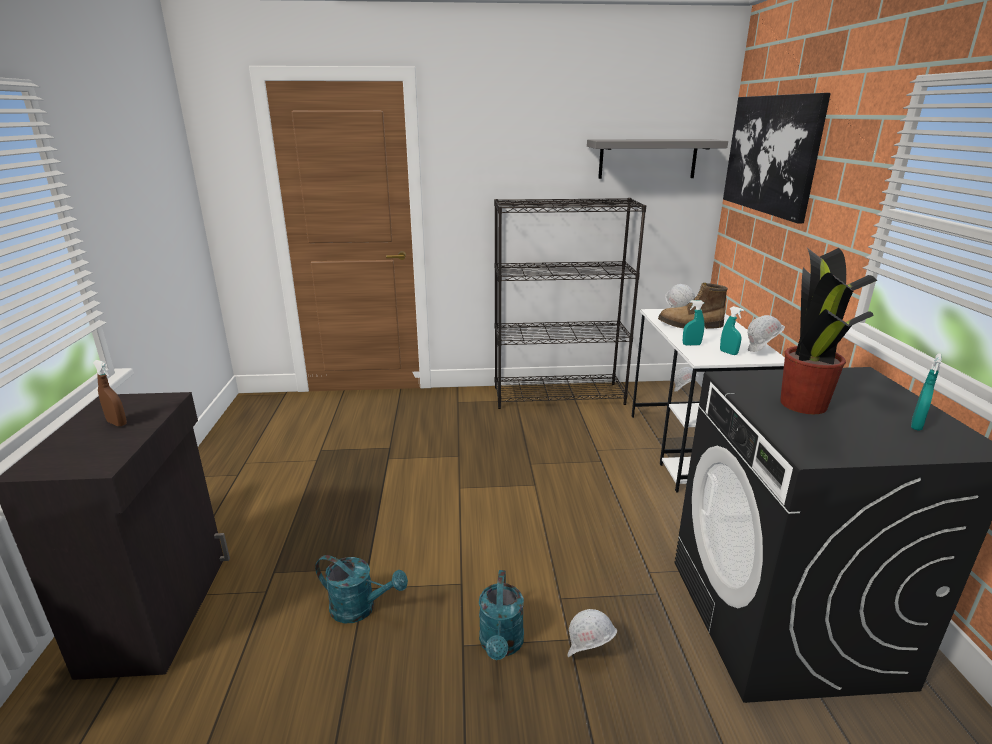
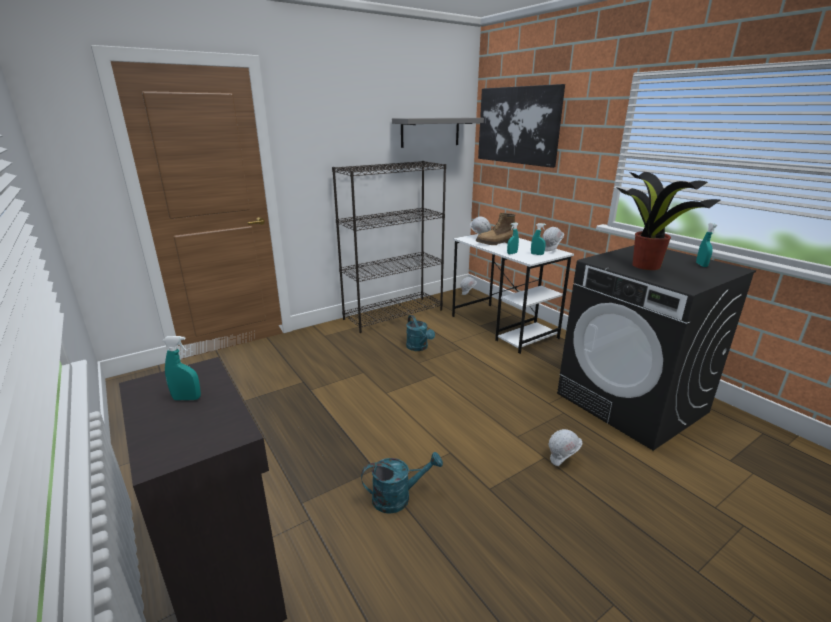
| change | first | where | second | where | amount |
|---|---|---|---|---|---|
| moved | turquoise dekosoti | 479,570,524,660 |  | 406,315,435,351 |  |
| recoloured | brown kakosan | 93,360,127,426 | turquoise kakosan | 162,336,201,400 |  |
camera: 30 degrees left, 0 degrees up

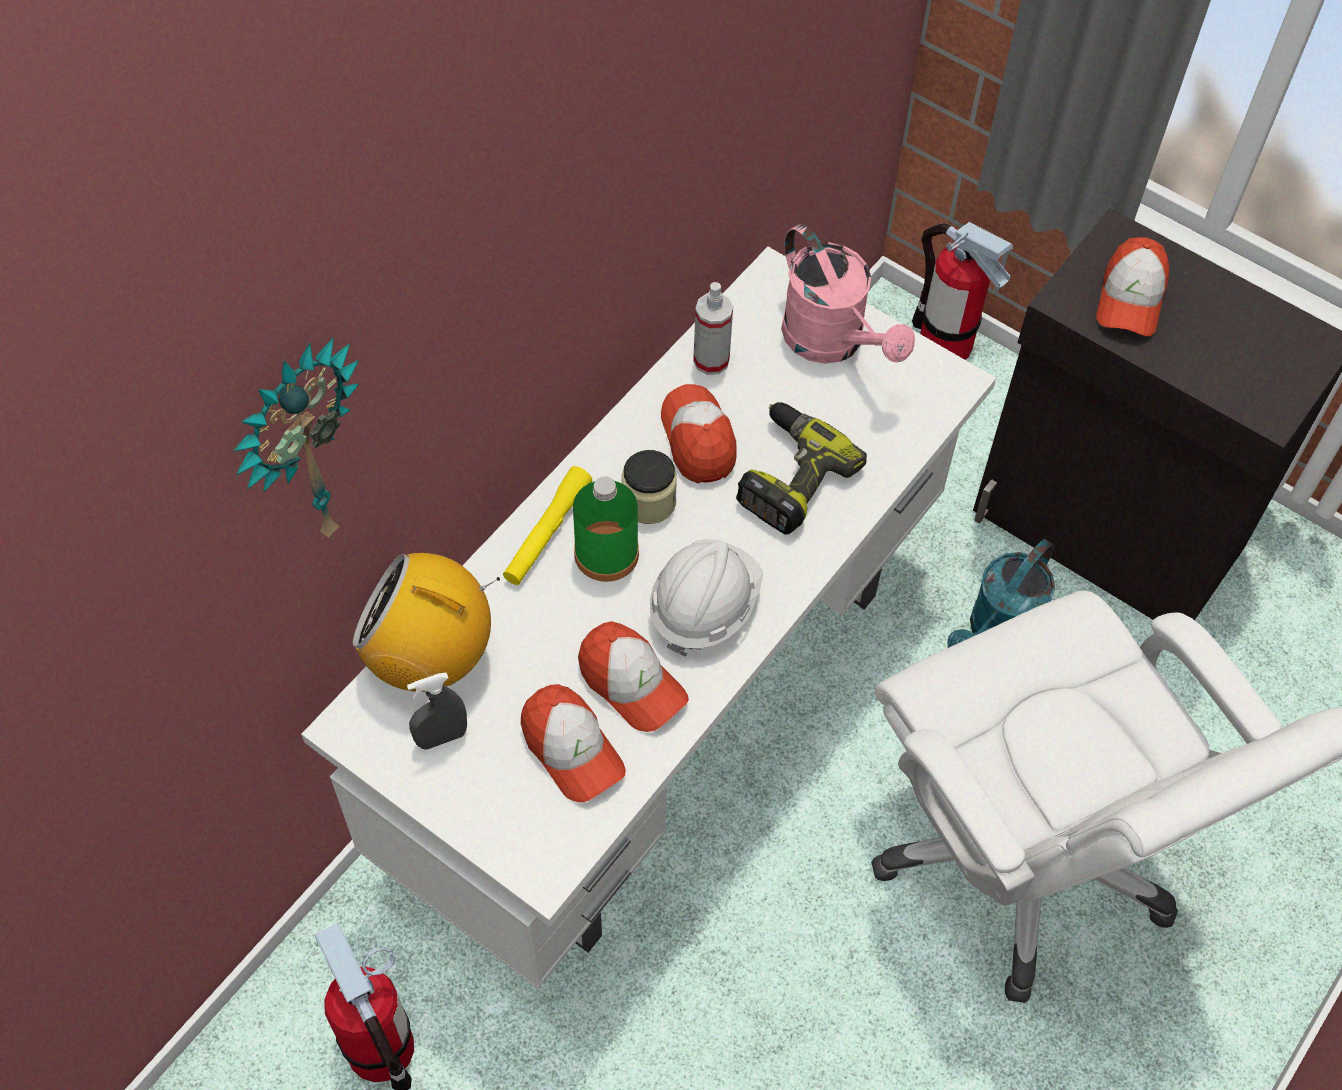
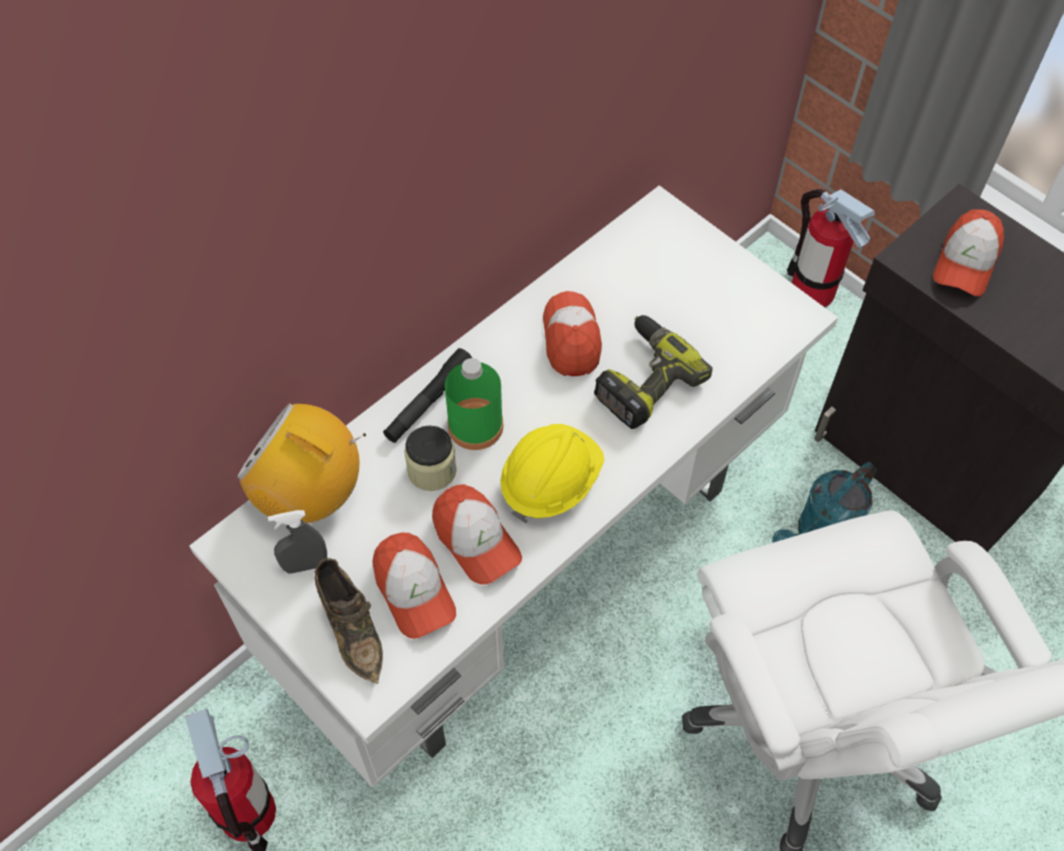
| change | first | where | second | where | amount |
|---|---|---|---|---|---|
| removed | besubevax | 233,337,359,539 |  |  |  |
| removed | kakosan | 693,282,733,375 |  |  |  |
| removed | pink dekosoti | 781,224,915,364 |  |  |  |
| added |  |  | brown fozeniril | 315,558,383,684 |  |
| moved | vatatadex | 621,450,677,524 |  | 404,425,457,491 |  |
| recoloured | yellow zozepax | 503,466,592,585 | black zozepax | 383,348,472,443 |  |
| recoloured | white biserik | 650,539,763,657 | yellow biserik | 500,424,604,523 |  |
camera: 10 degrees right, 0 degrees up

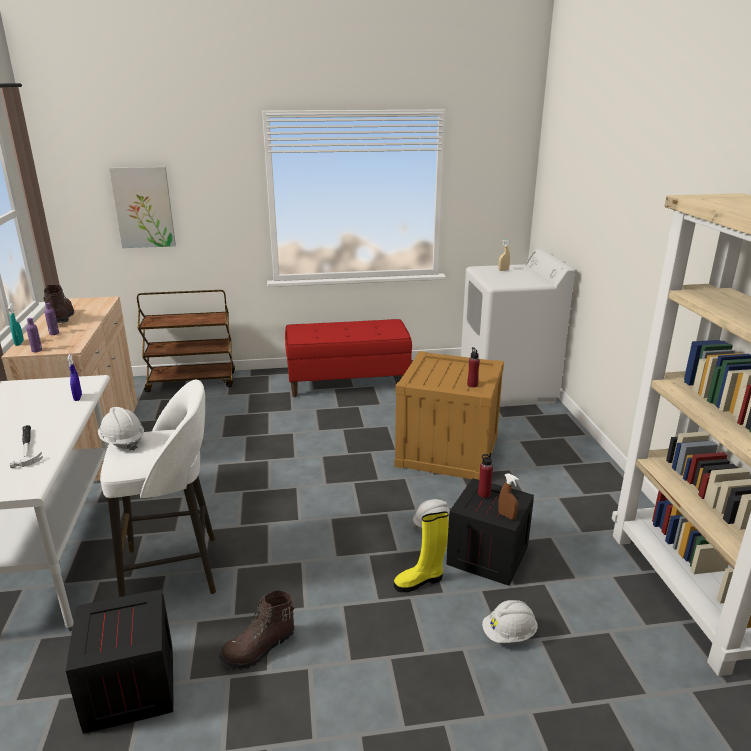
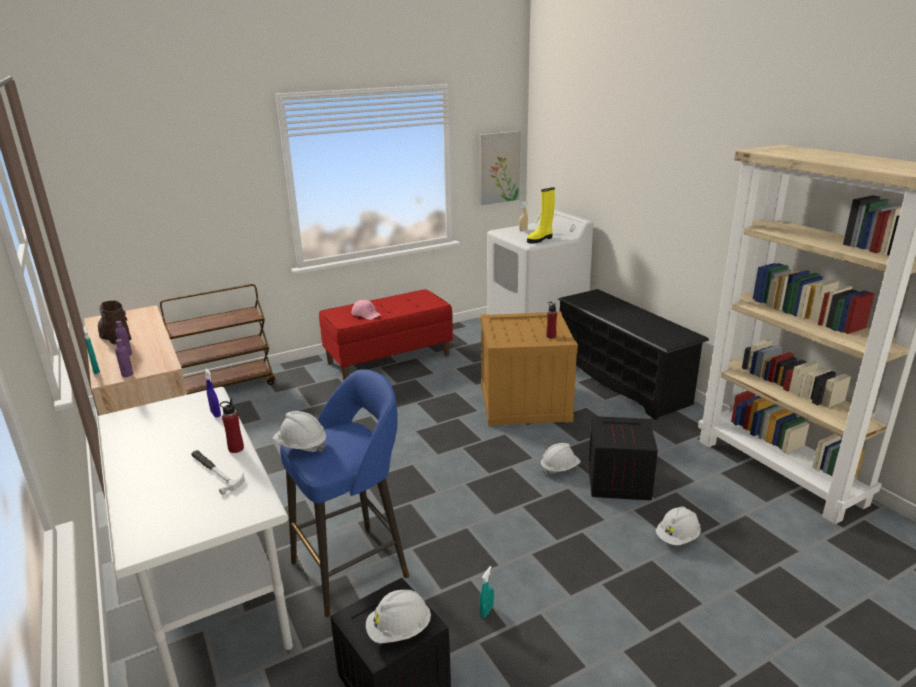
| change | first | where | second | where | amount |
|---|---|---|---|---|---|
| removed | brown kakosan | 498,473,519,520 |  |  |  |
| added |  |  | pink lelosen | 351,300,381,320 |  |
| added |  |  | white biserik | 366,590,431,644 |  |
| added |  |  | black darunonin | 558,289,709,420 |  |
| moved | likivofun | 109,167,176,248 |  | 479,131,520,205 |  |
| moved | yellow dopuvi | 394,511,448,592 |  | 527,187,555,244 |  |
| moved | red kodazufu | 478,453,493,498 |  | 220,399,244,453 |  |
| replaced | brown dopuvi | 219,590,295,670 | turquoise kakosan | 479,566,494,617 |  |
| recoloured | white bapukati | 100,379,216,597 | blue bapukati | 280,369,409,617 |  |
camera: 20 degrees left, 0 degrees up

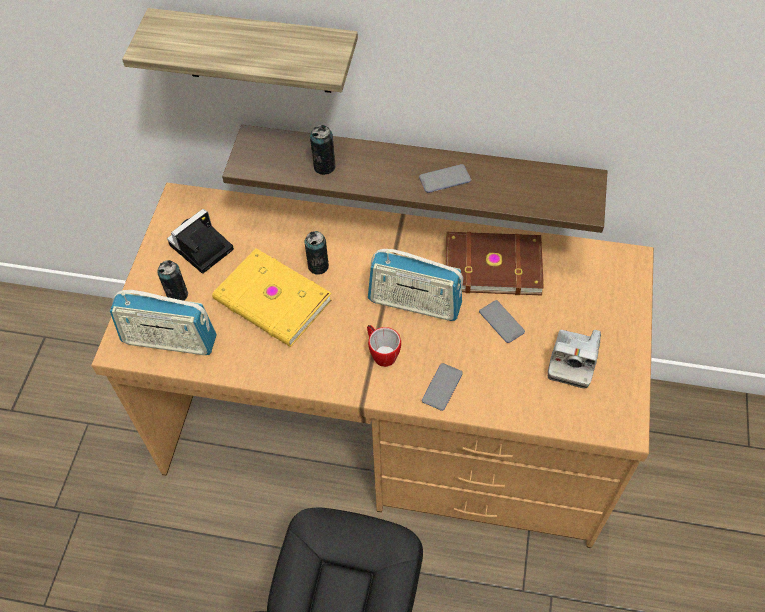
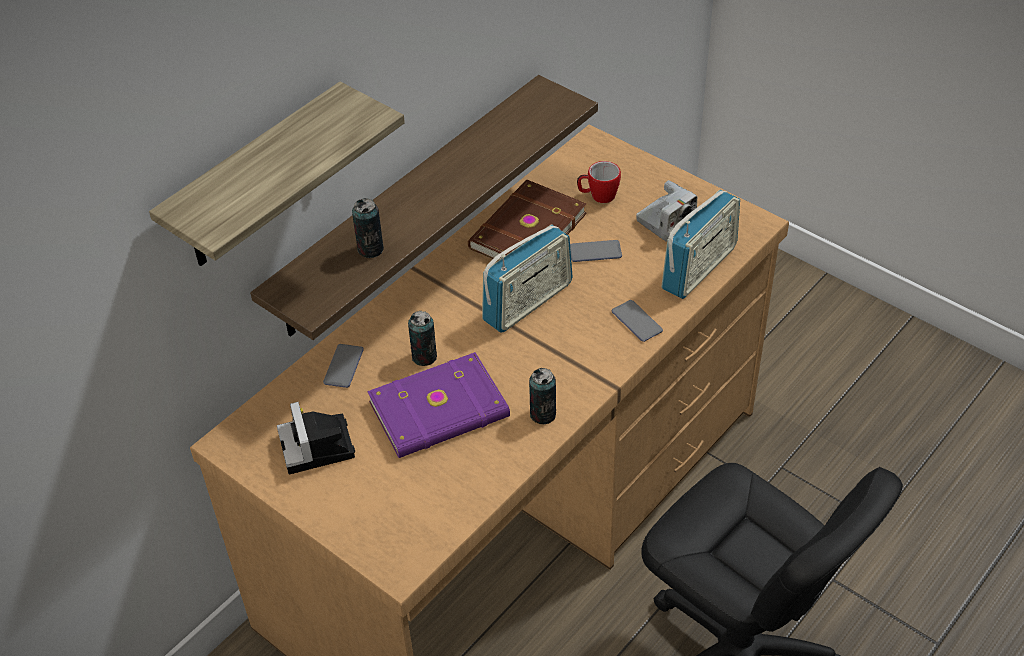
| change | first | where | second | where | amount |
|---|---|---|---|---|---|
| moved | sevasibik | 110,290,217,355 |  | 661,189,740,299 |  |
| moved | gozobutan | 157,260,188,301 |  | 529,368,556,424 |  |
| moved | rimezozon | 367,325,401,367 |  | 577,161,621,203 |  |
| moved | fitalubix | 419,164,471,193 |  | 323,344,364,388 |  |
| recoloured | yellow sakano | 212,248,332,347 | purple sakano | 367,352,510,458 |  |
camera: 60 degrees left, 10 degrees down

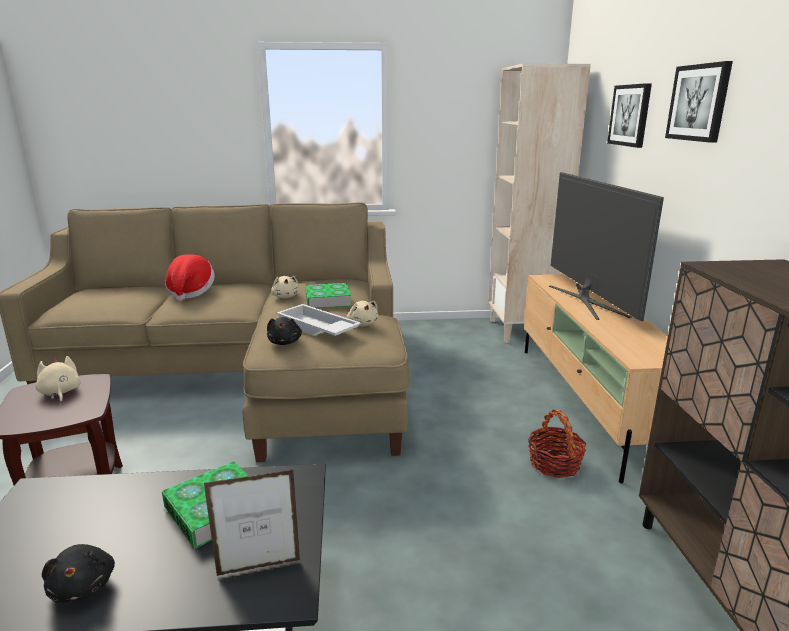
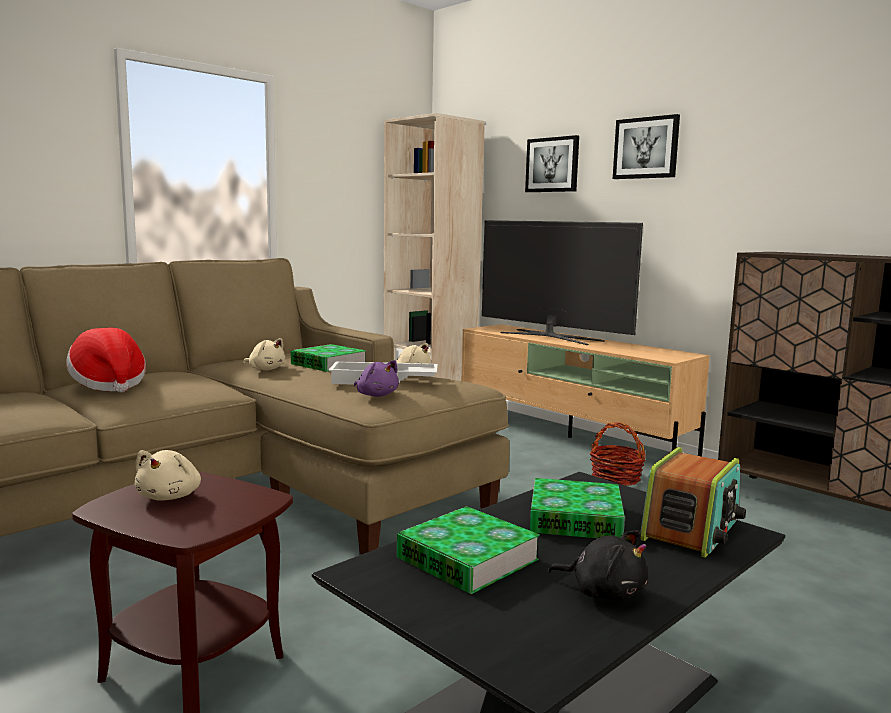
| change | first | where | second | where | amount |
|---|---|---|---|---|---|
| added |  |  | sakano | 397,506,540,594 |  |
| replaced | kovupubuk | 204,469,300,576 | sevasibik | 640,447,746,558 |  |
| recoloured | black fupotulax | 267,317,302,345 | purple fupotulax | 354,360,399,397 |  |
| turned | beige fupotulax | 35,356,81,403 |  | 135,450,201,500 | 105 degrees counterclockwise |
camera: 40 degrees left, 10 degrees down

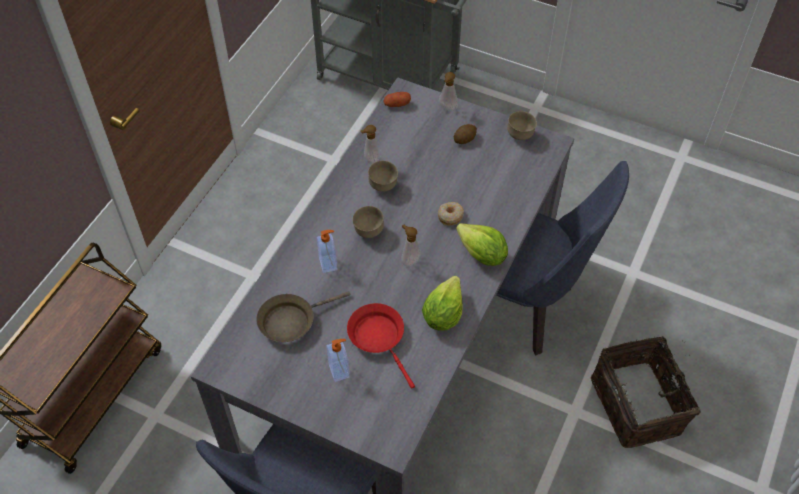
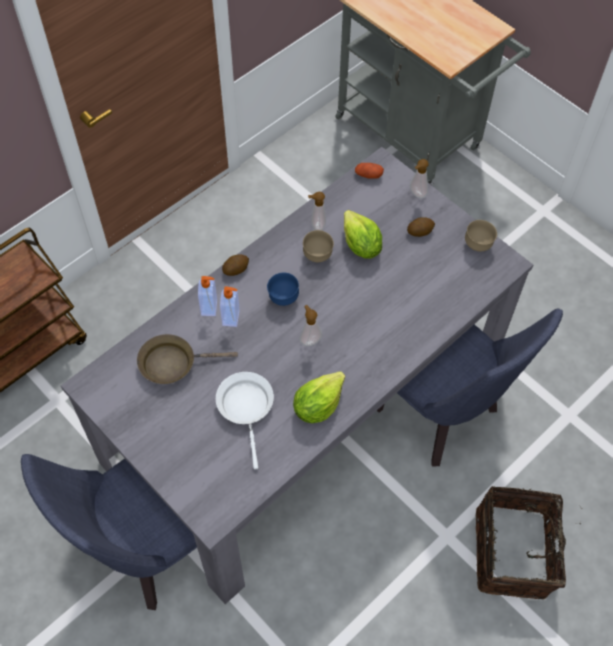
| change | first | where | second | where | amount |
|---|---|---|---|---|---|
| removed | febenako | 438,202,464,226 |  |  |  |
| added |  |  | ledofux | 222,254,249,276 |  |
| moved | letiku | 326,339,350,382 |  | 198,276,217,316 |  |
| moved | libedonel | 456,223,508,266 |  | 344,210,382,259 |  |
| recoloured | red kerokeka | 347,303,415,388 | white kerokeka | 216,372,274,469 |  |
| recoloured | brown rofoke | 353,206,384,238 | blue rofoke | 267,272,299,306 |  |
camera: 20 degrees right, 5 degrees up

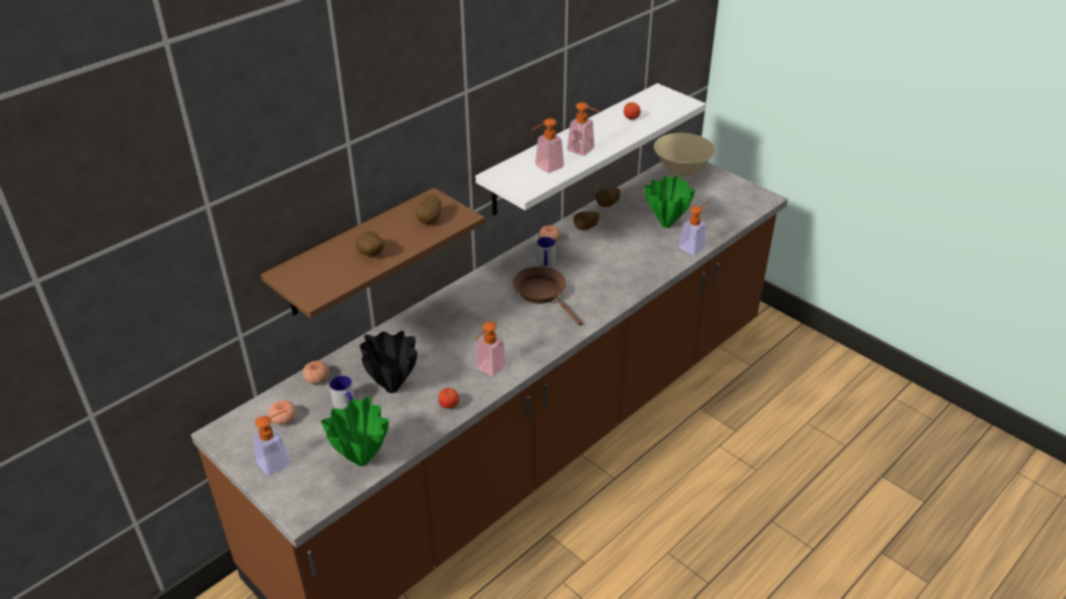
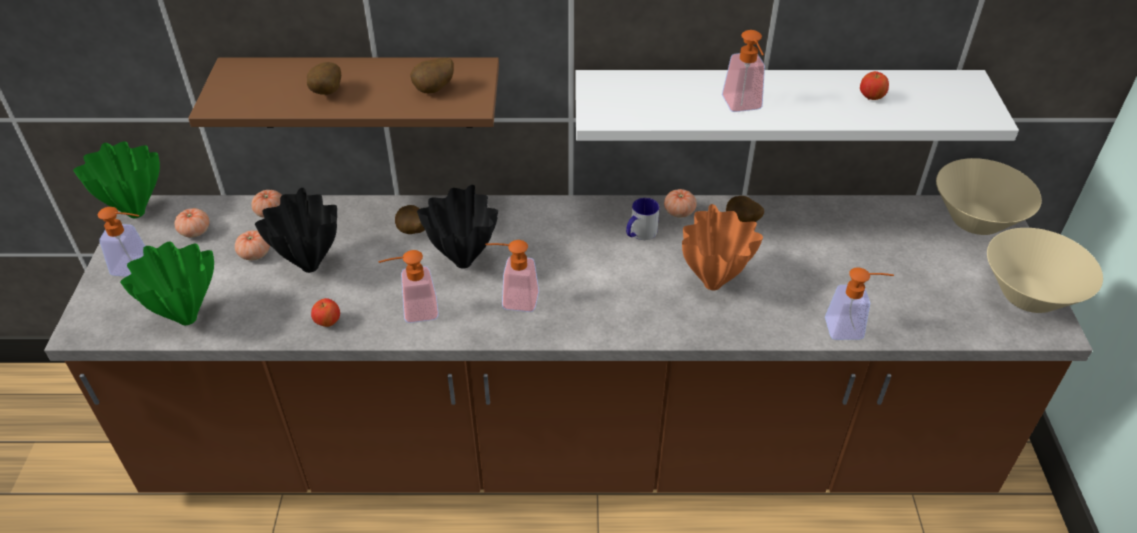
| change | first | where | second | where | amount |
|---|---|---|---|---|---|
| removed | brown kerokeka | 513,266,582,326 |  |  |  |
| added |  |  | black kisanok | 417,185,498,269 |  |
| added |  |  | orange kisanok | 682,204,763,290 |  |
| added |  |  | beige rofoke | 987,228,1103,313 |  |
| moved | letiku | 532,118,564,173 |  | 485,240,539,312 |  |
| moved | ledofux | 595,188,621,207 |  | 395,205,425,234 |  |
| moved | green kisanok | 644,175,695,228 |  | 73,141,160,218 |  |
| replaced | rimezozon | 329,375,355,409 | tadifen | 235,230,270,260 |  |
camera: 45 degrees right, 5 degrees up

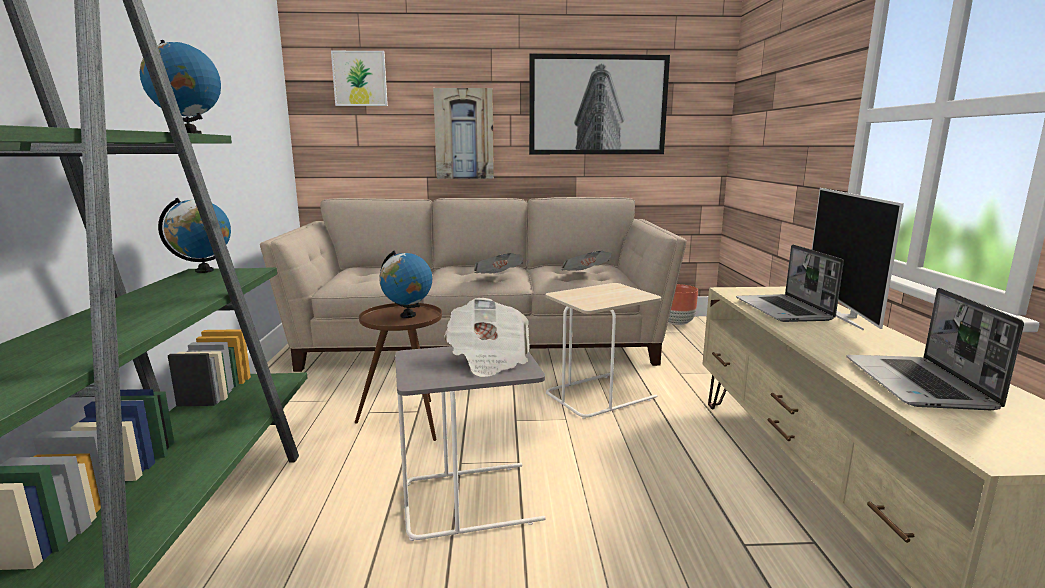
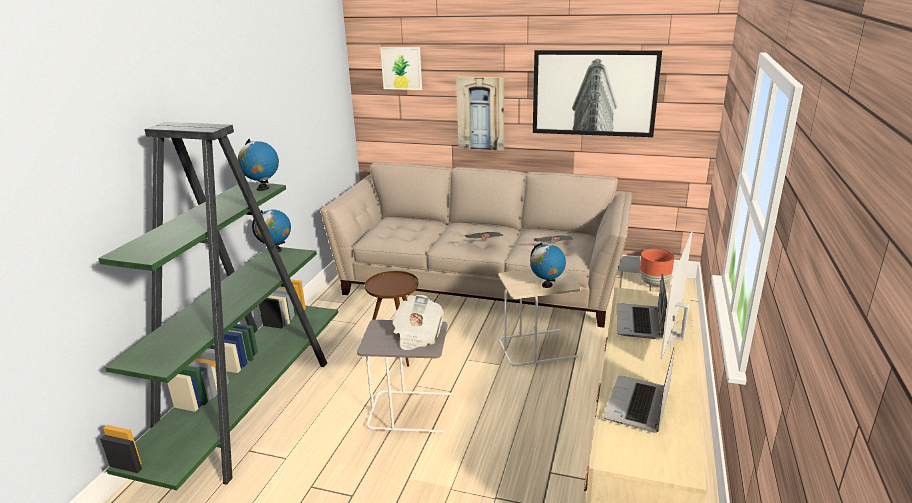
| change | first | where | second | where | amount |
|---|---|---|---|---|---|
| moved | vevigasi | 379,250,432,318 |  | 530,242,566,288 |  |
camera: 20 degrees right, 10 degrees up

